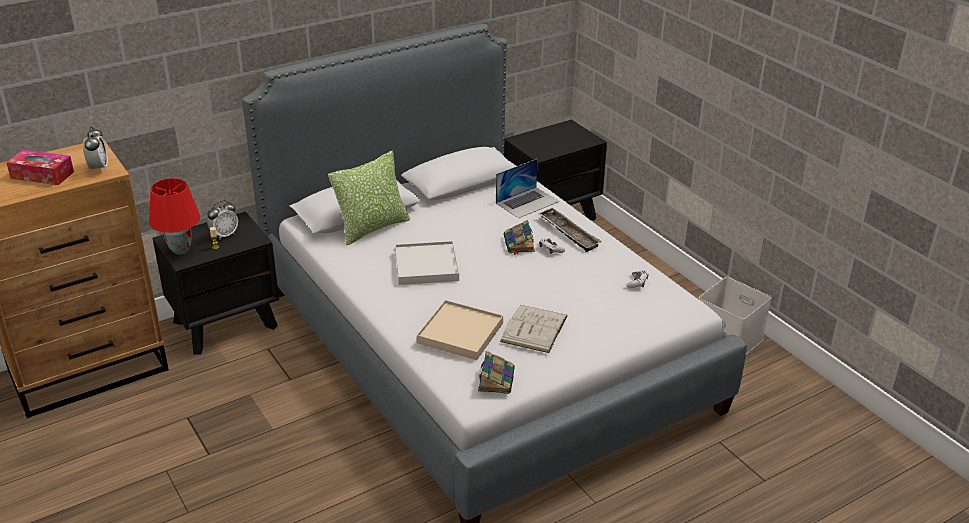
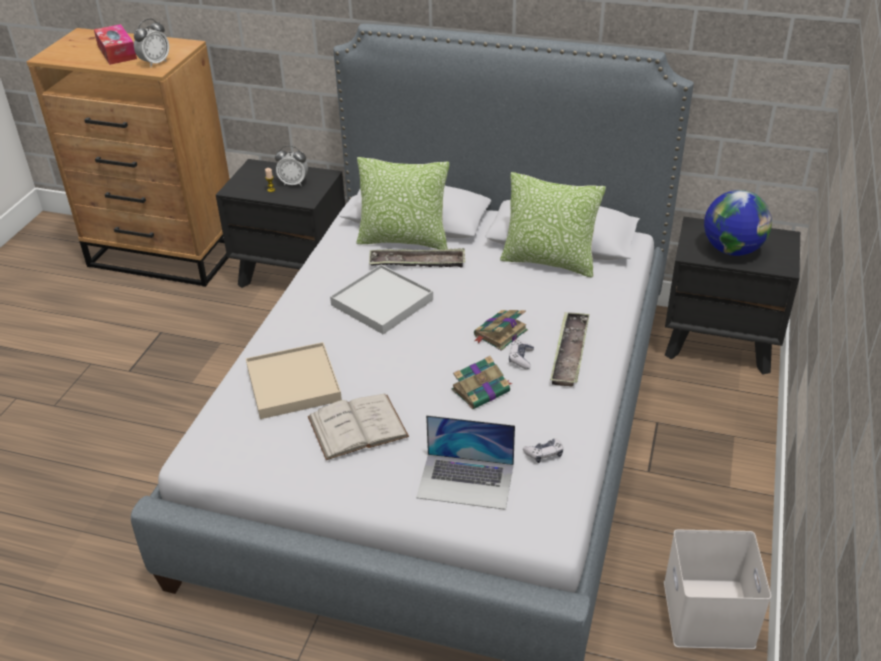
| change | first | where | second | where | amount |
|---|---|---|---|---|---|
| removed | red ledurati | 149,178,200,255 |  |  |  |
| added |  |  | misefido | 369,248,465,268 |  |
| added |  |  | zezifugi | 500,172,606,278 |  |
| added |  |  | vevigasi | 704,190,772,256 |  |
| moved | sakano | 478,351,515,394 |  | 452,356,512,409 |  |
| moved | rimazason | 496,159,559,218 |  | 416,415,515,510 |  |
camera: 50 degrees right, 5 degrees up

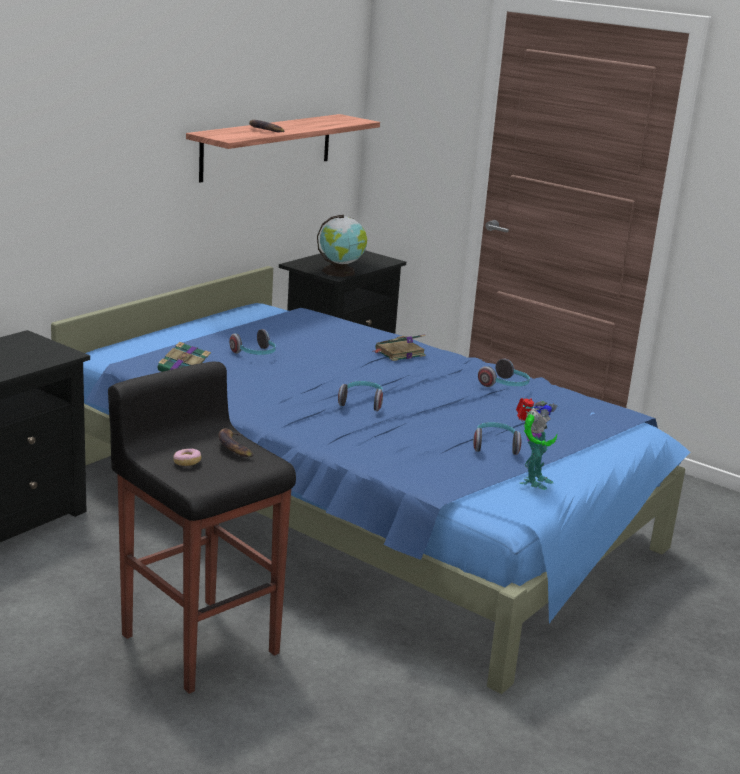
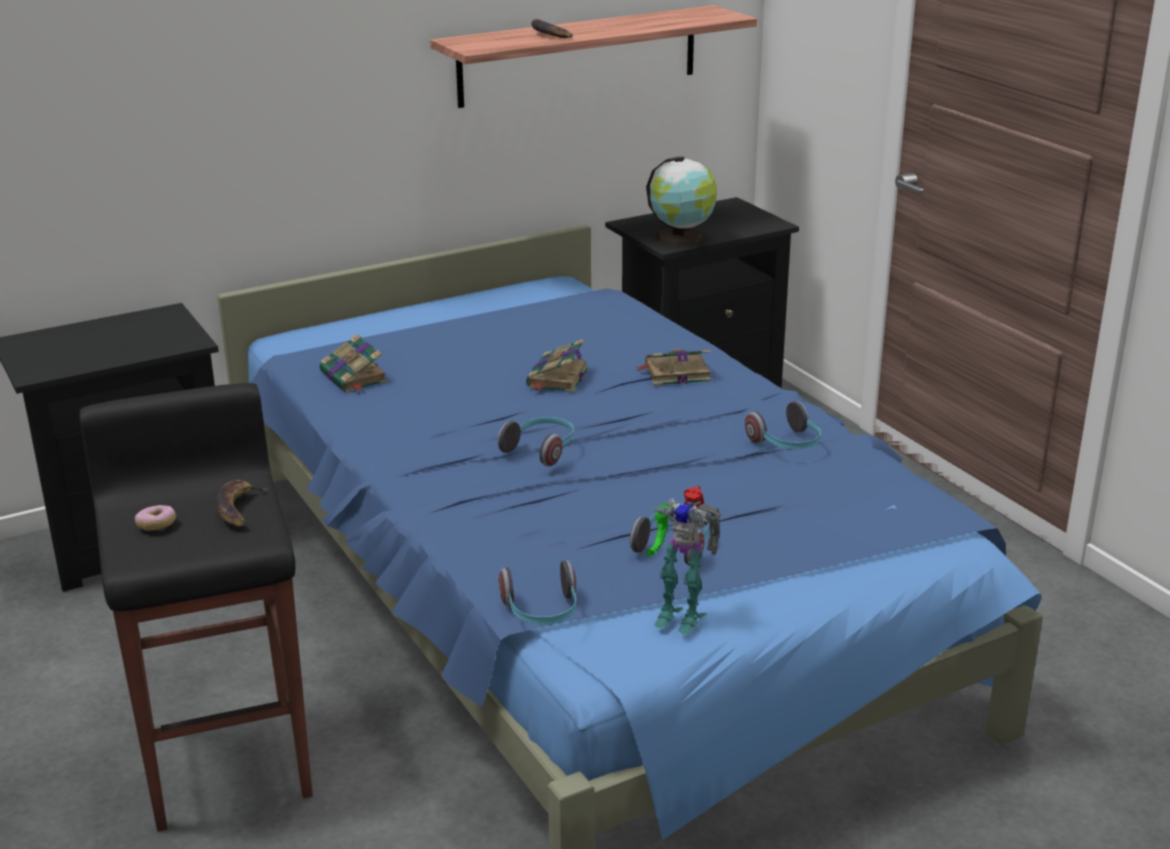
| change | first | where | second | where | amount |
|---|---|---|---|---|---|
| added |  |  | sakano | 526,339,589,392 |  |
| moved | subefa | 229,329,276,355 |  | 499,560,576,624 |  |
| turned | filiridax | 516,398,558,490 |  | 646,486,722,634 | 60 degrees clockwise |
camera: 25 degrees right, 5 degrees up

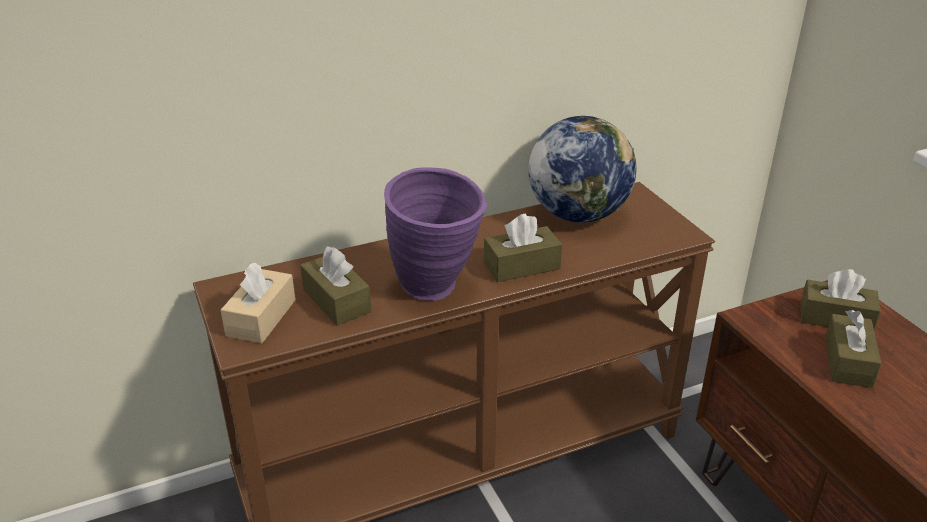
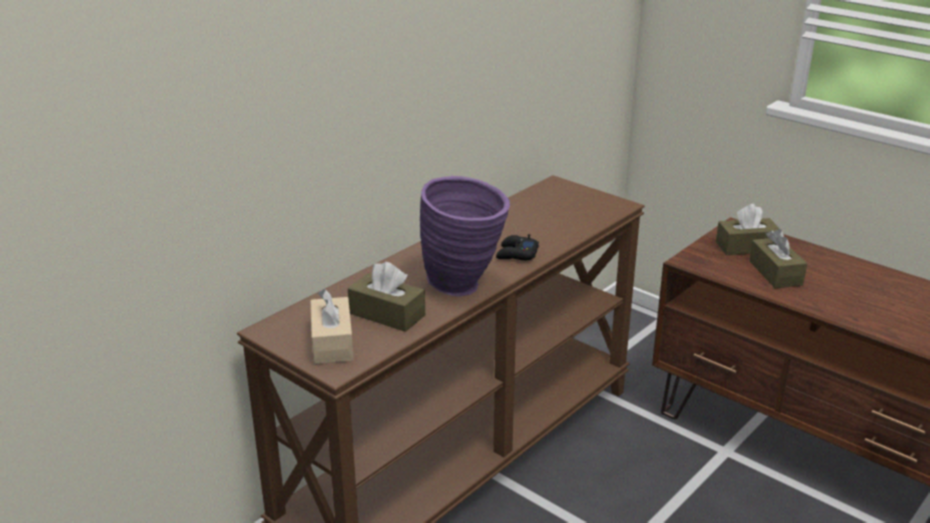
| change | first | where | second | where | amount |
|---|---|---|---|---|---|
| removed | vevigasi | 528,116,637,223 |  |  |  |
| replaced | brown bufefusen | 484,214,562,282 | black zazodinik | 496,234,539,260 |  |
camera: 25 degrees left, 5 degrees down

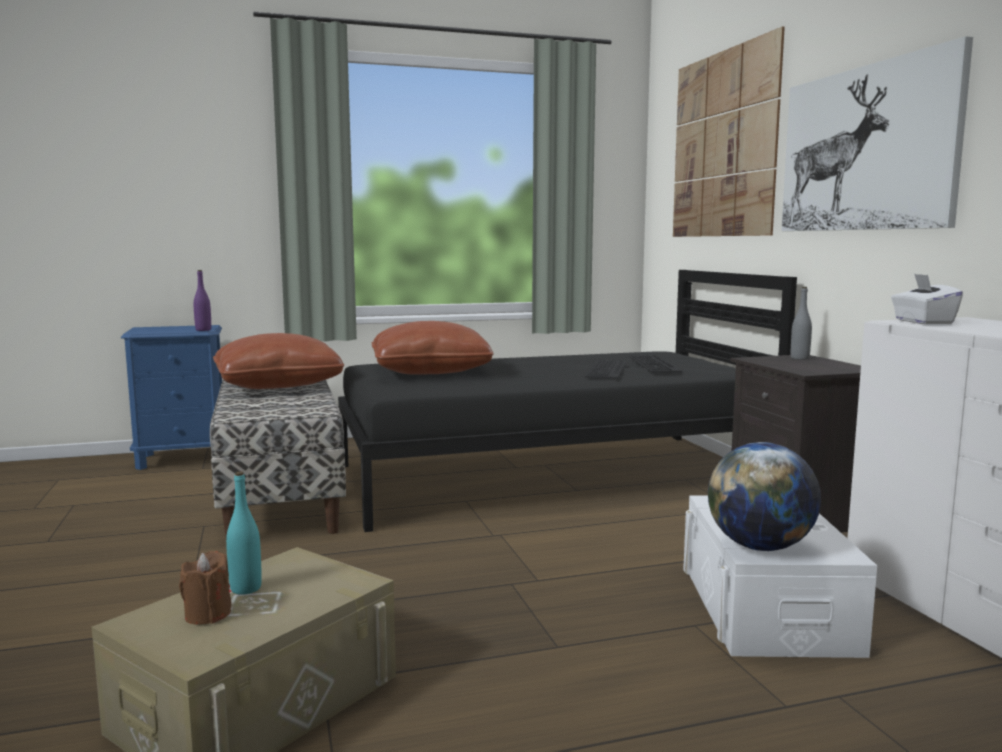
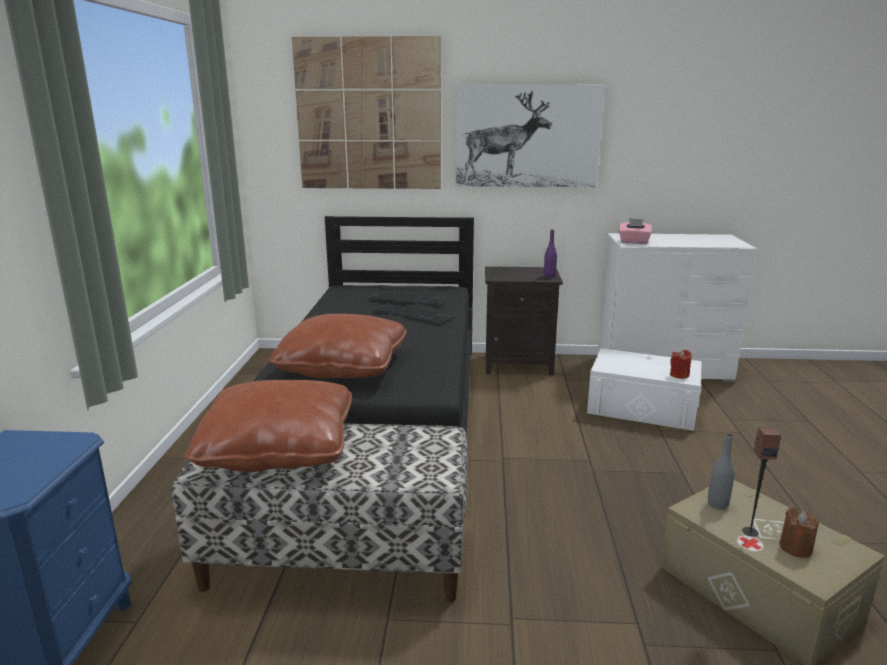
| change | first | where | second | where | amount |
|---|---|---|---|---|---|
| moved | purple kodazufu | 194,270,211,331 |  | 544,230,557,278 |  |
| moved | grey kodazufu | 791,287,812,360 |  | 708,432,734,510 |  |
| replaced | turquoise kodazufu | 226,471,262,595 | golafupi | 742,427,781,537 |  |
| replaced | vevigasi | 708,442,821,551 | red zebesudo | 670,350,692,379 |  |
| recoloured | white bufefusen | 891,273,963,324 | pink bufefusen | 619,218,652,244 |  |
camera: 70 degrees left, 10 degrees up

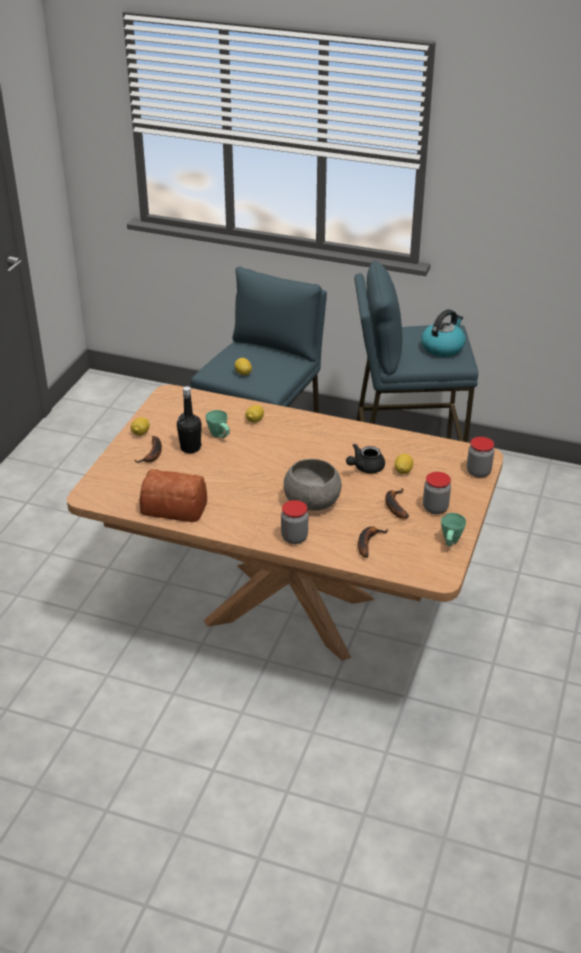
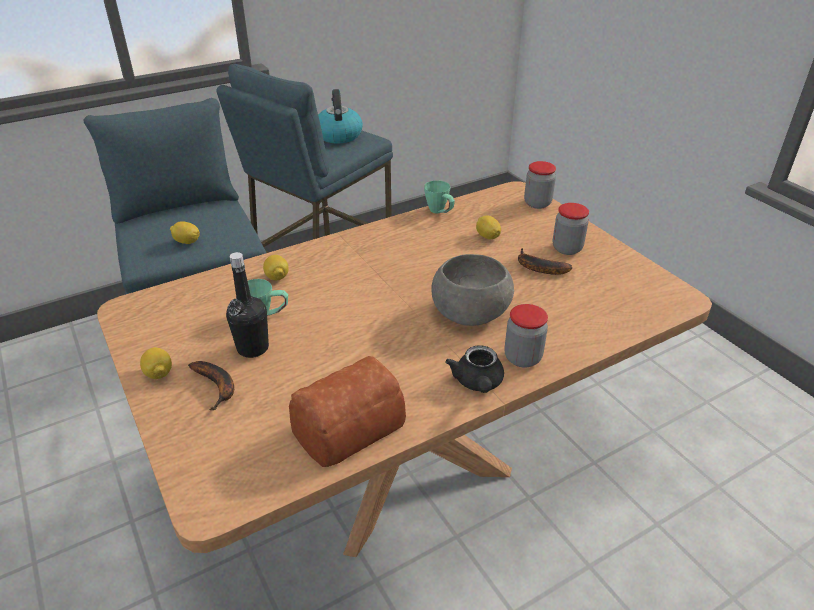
| change | first | where | second | where | amount |
|---|---|---|---|---|---|
| removed | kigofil | 358,526,388,558 |  |  |  |
| moved | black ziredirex | 346,443,385,473 |  | 445,345,504,393 |  |
| moved | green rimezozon | 441,513,466,546 |  | 424,180,455,213 |  |
camera: 50 degrees left, 0 degrees up

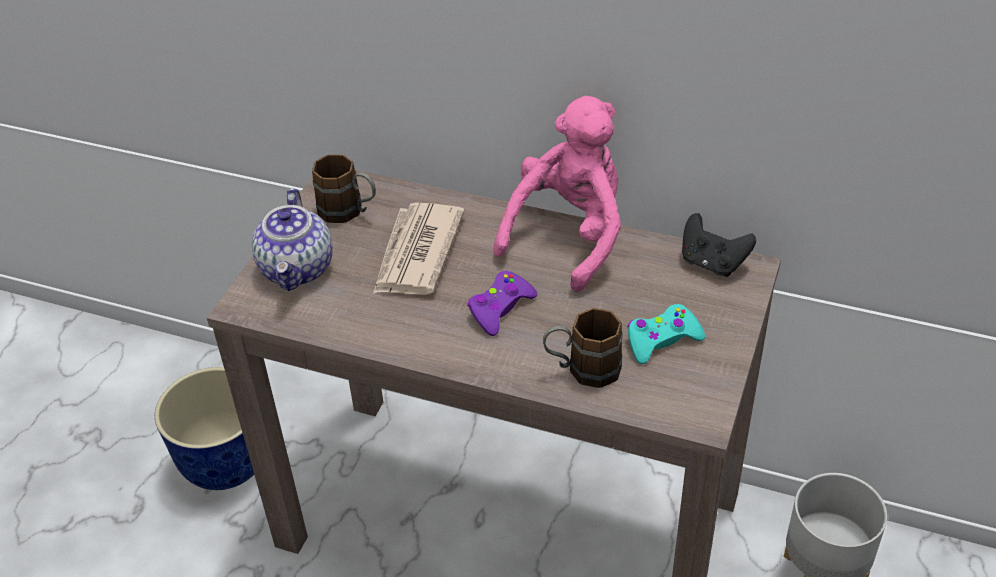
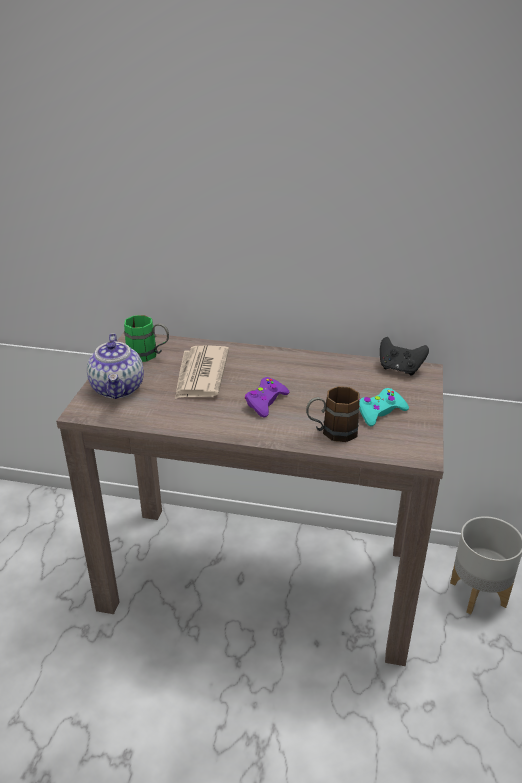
| change | first | where | second | where | amount |
|---|---|---|---|---|---|
| removed | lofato | 155,367,254,490 |  |  |  |
| removed | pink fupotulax | 493,96,621,292 |  |  |  |
| recoloured | brown rimezozon | 312,155,376,223 | green rimezozon | 124,315,169,362 |  |
camera: 10 degrees left, 10 degrees down

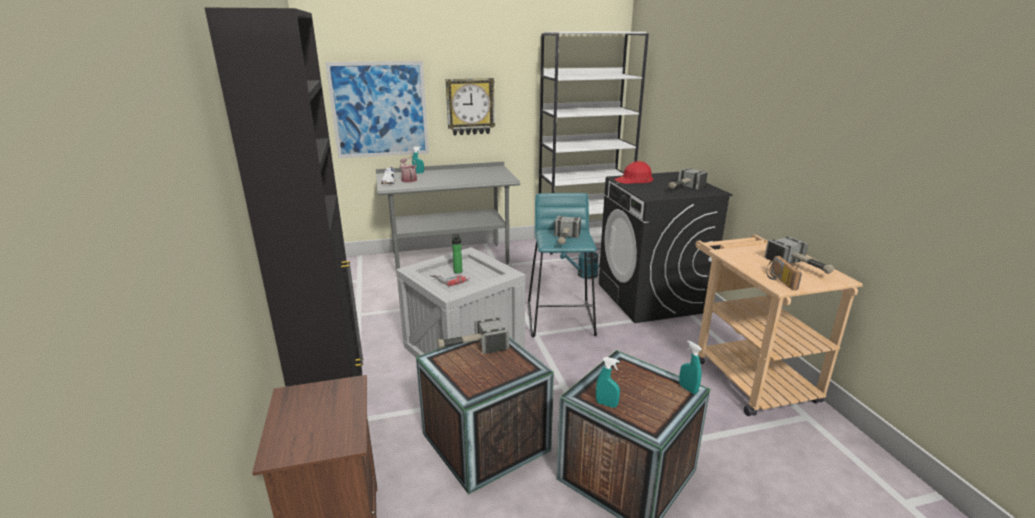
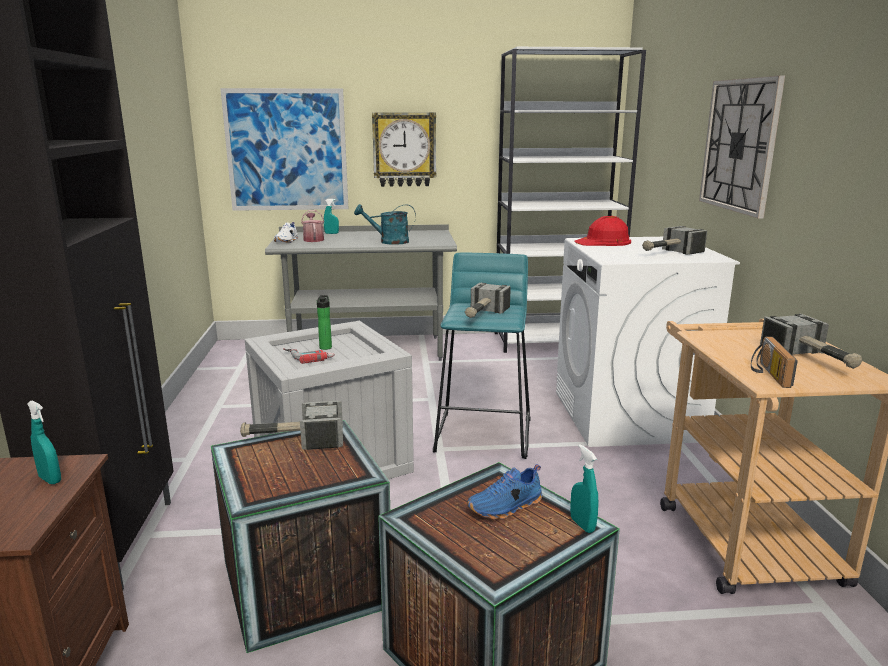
| change | first | where | second | where | amount |
|---|---|---|---|---|---|
| added |  |  | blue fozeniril | 467,464,542,519 |  |
| added |  |  | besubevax | 699,76,785,218 |  |
| moved | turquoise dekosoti | 560,248,601,279 |  | 354,204,416,245 |  |
| moved | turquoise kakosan | 596,357,620,408 |  | 27,400,61,484 |  |
| recoloured | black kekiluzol | 598,172,733,323 | white kekiluzol | 556,237,740,447 |  |
camera: 10 degrees right, 5 degrees down

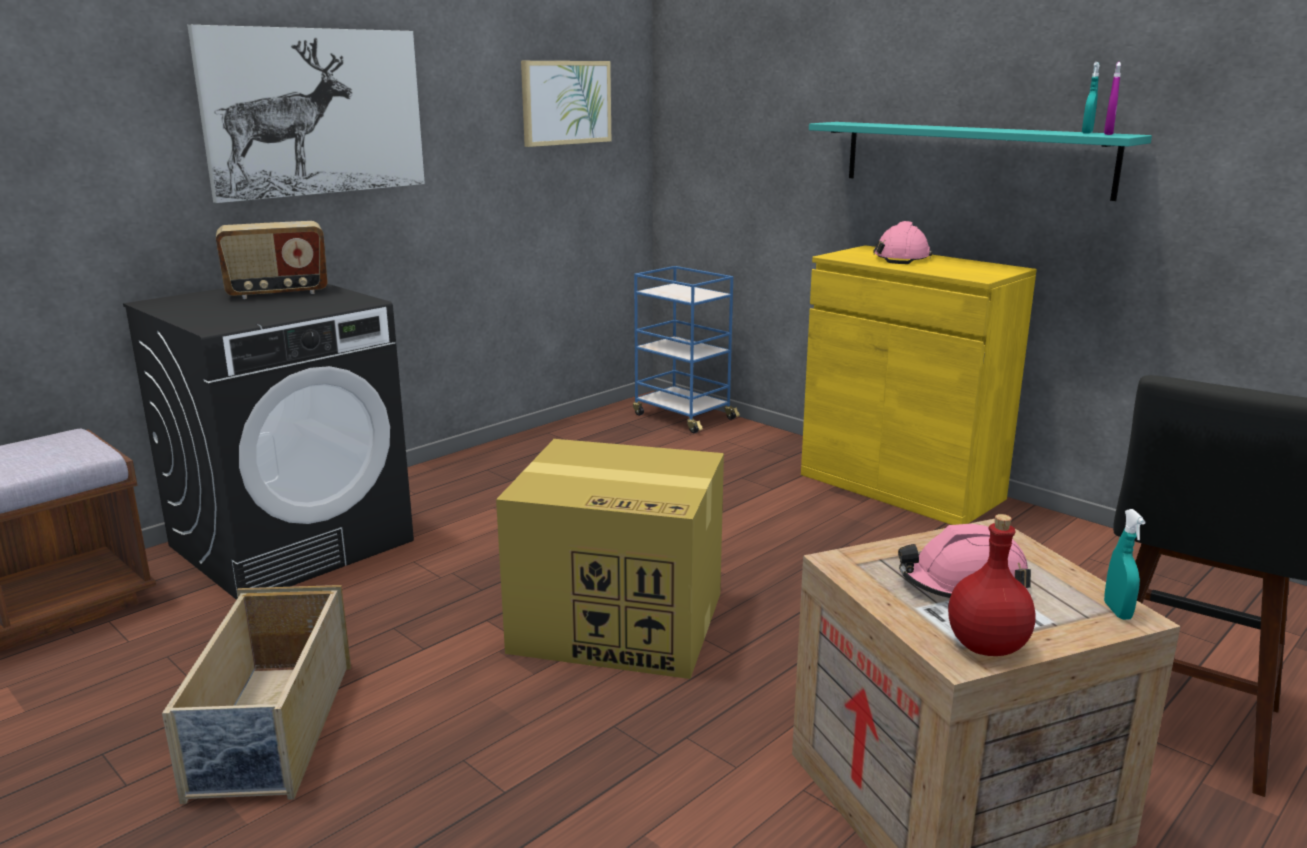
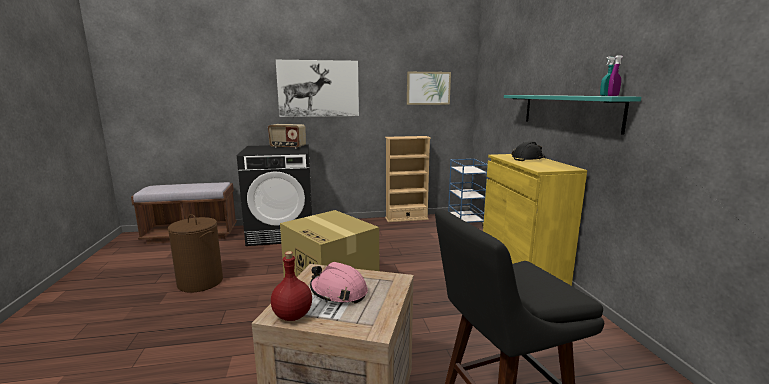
| change | first | where | second | where | amount |
|---|---|---|---|---|---|
| removed | turquoise kakosan | 1104,509,1146,620 |  |  |  |
| added |  |  | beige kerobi | 385,136,431,222 |  |
| replaced | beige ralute | 162,585,351,804 | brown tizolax | 168,214,223,293 |  |
| recoloured | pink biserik | 873,221,932,264 | black biserik | 511,141,545,161 |  |
camera: 35 degrees right, 5 degrees down

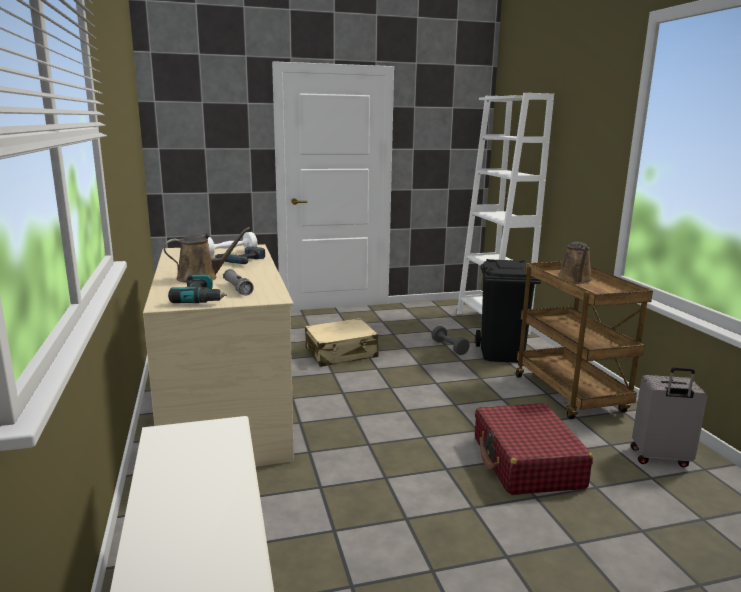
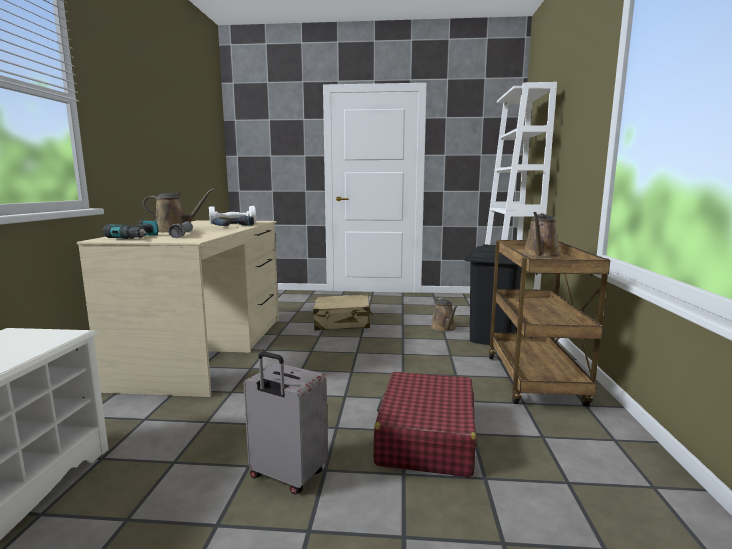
| change | first | where | second | where | amount |
|---|---|---|---|---|---|
| moved | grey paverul | 631,367,707,468 |  | 244,351,328,494 |  |
| replaced | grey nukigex | 432,326,470,355 | brown dekosoti | 431,298,458,332 |  |
camera: 20 degrees right, 5 degrees down

